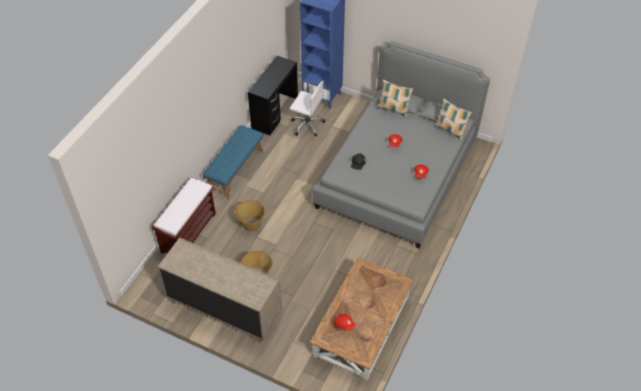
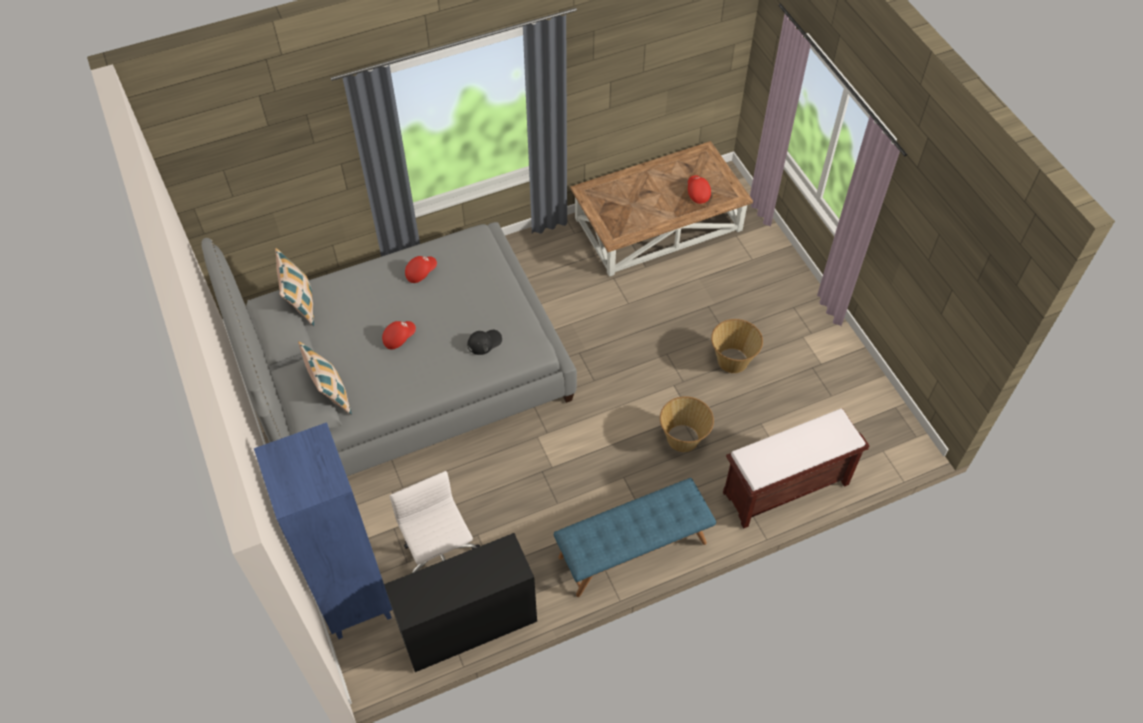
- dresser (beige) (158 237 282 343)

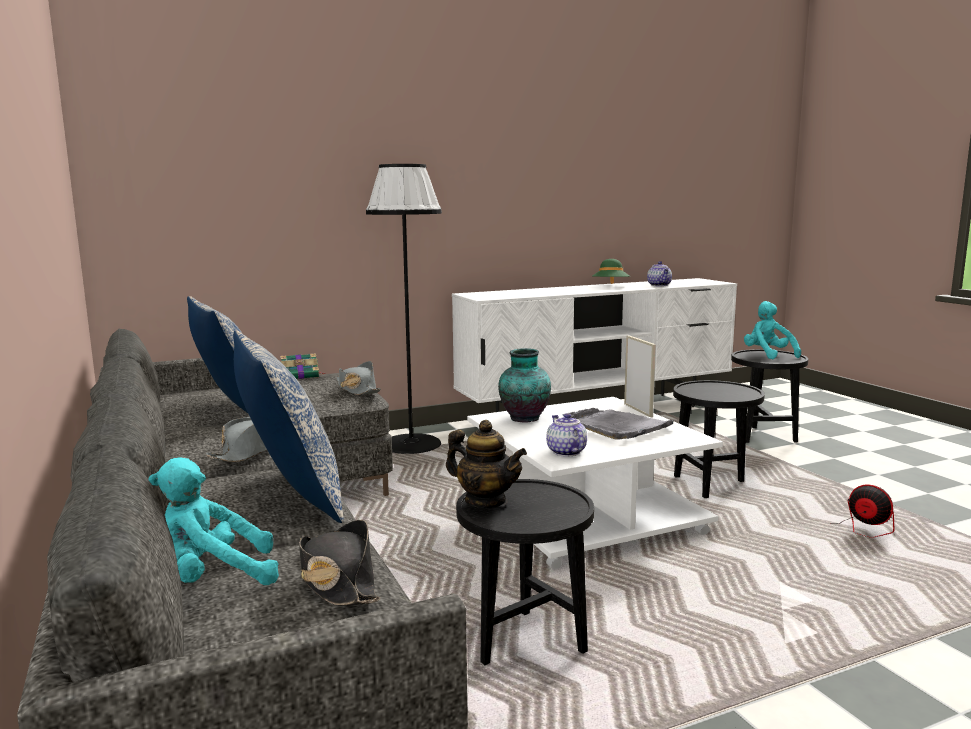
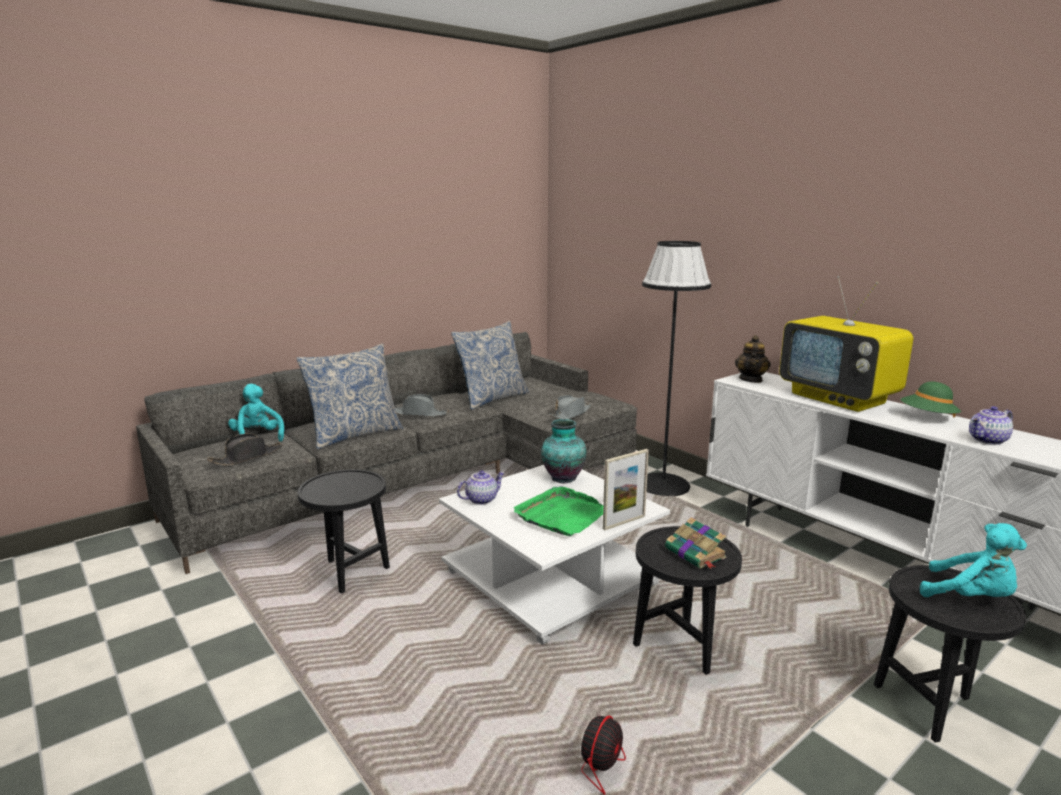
~ serving tray (grey) (562 408 675 440) to serving tray (green-coloured) (514 486 603 536)
~ book (280 353 324 379) to (665 517 727 569)
~ pot for tea (446 420 527 508) to (735 335 771 383)
+ TV set (779 276 913 412)
~ soft toy (blue-green) (744 301 801 359) = (920 523 1027 597) 75 degrees clockwise

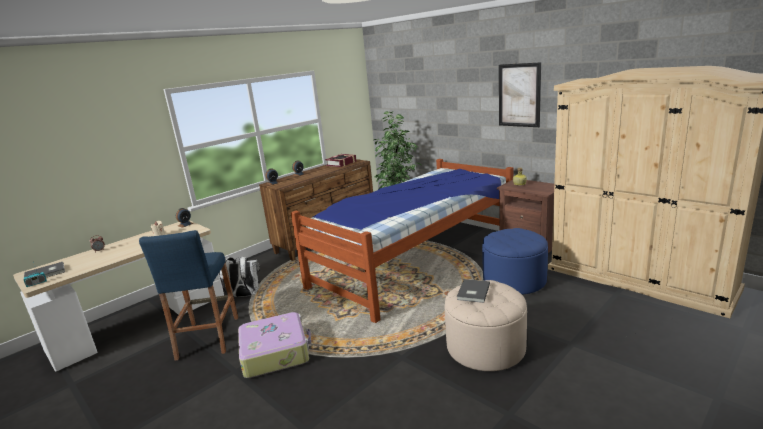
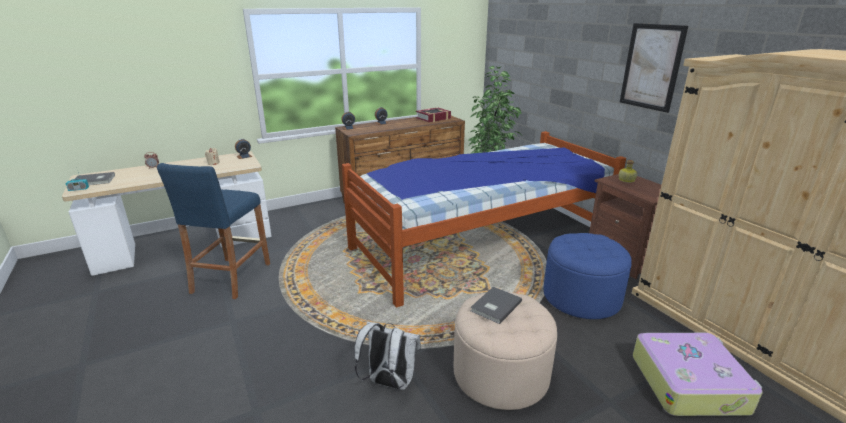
~ backpack (white-coloured) (220 257 260 297) to (354 321 421 390)
~ piece of luggage (238 312 311 378) to (633 333 762 416)

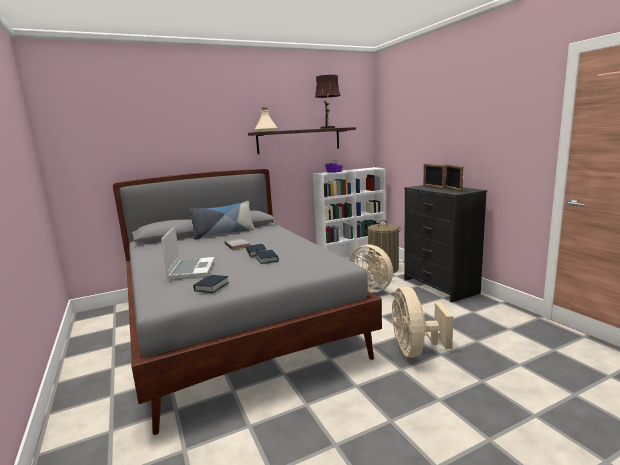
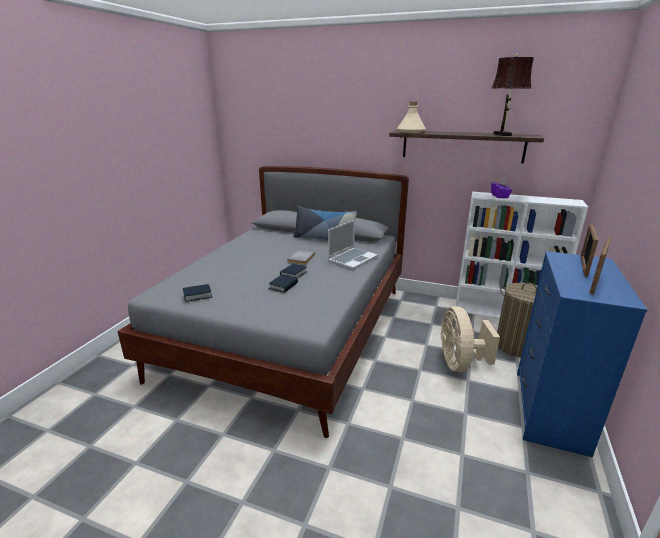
~ laptop (161 226 214 279) to (328 220 378 269)
~ dresser (blackish) (404 185 487 302) to dresser (blue) (517 251 647 457)
- cooling fan (beige) (392 287 453 358)

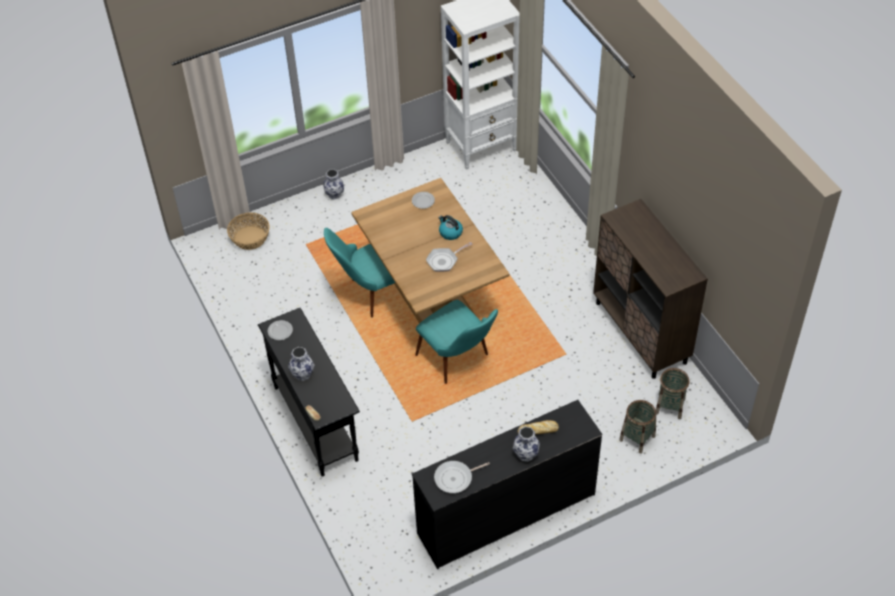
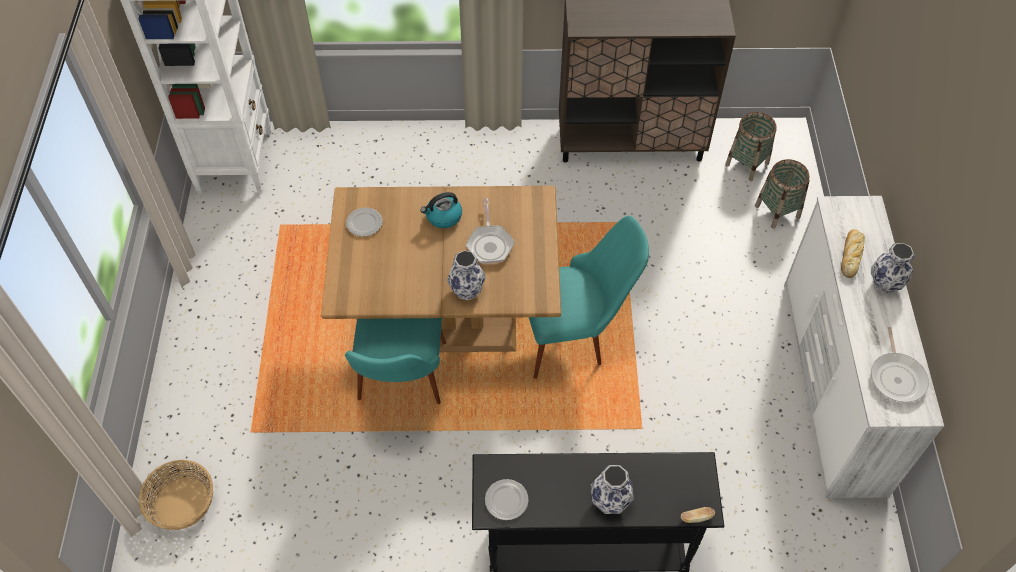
~ decorative vase (323 169 344 200) to (447 250 486 301)
~ dresser (blackish) (412 400 602 569) to dresser (white-coloured) (784 196 944 498)

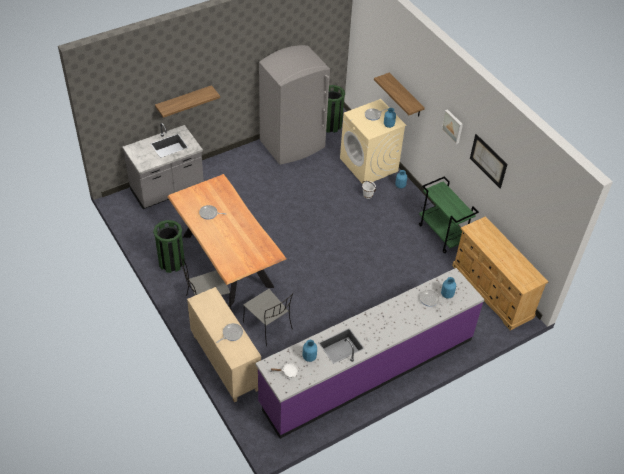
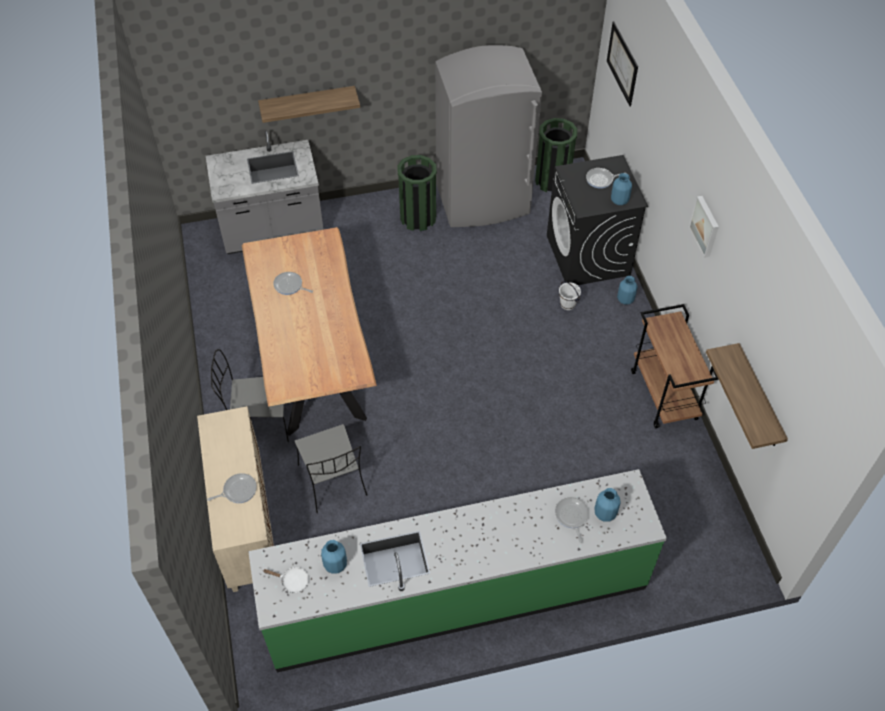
~ kitchen base unit (purple-coloured) (256 268 484 439) to kitchen base unit (green-coloured) (248 469 667 673)
~ waste bin (green-coloured) (153 220 185 273) to (397 155 437 231)
~ laundry machine (beige) (340 99 406 183) to laundry machine (blackish) (547 155 648 285)
~ wall picture (470 134 507 189) to (607 21 638 106)
~ trolley (green-coloured) (419 176 479 253) to trolley (brownish) (631 304 719 428)
~ shelf (374 73 425 117) to (706 343 788 449)
- dresser (beige) (452 216 548 331)

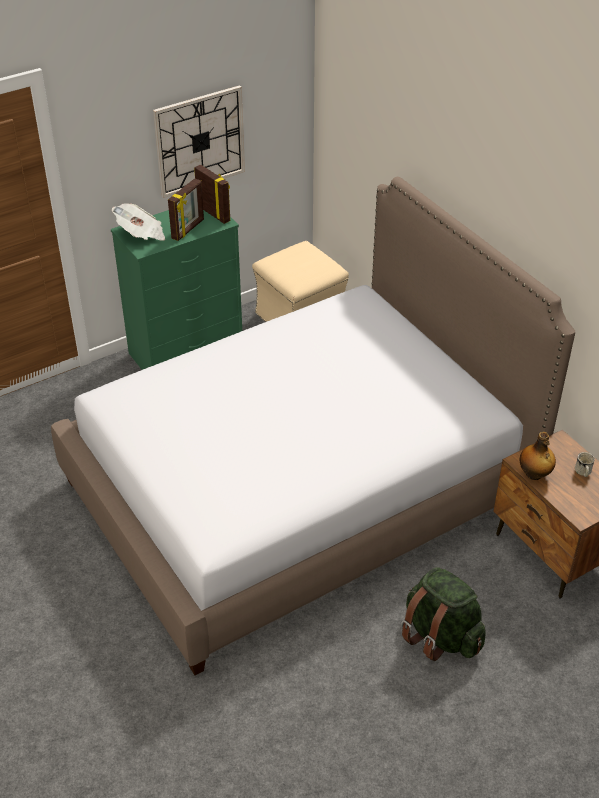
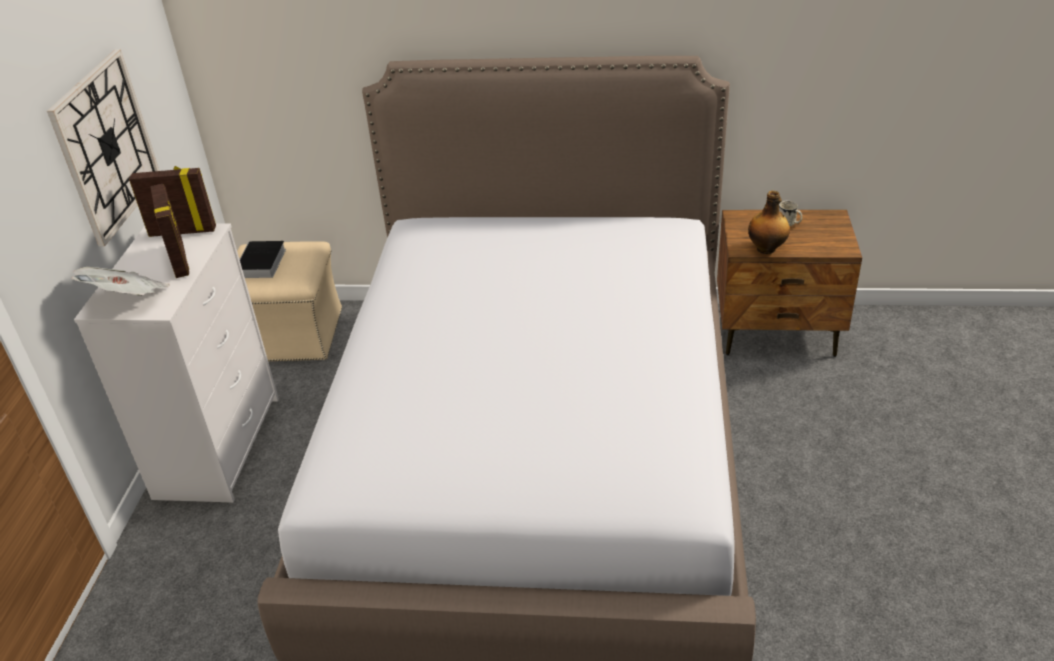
~ dresser (green-coloured) (111 210 242 370) to dresser (white-coloured) (74 224 279 503)
+ book (240 241 286 278)
- backpack (green-coloured) (401 567 486 661)

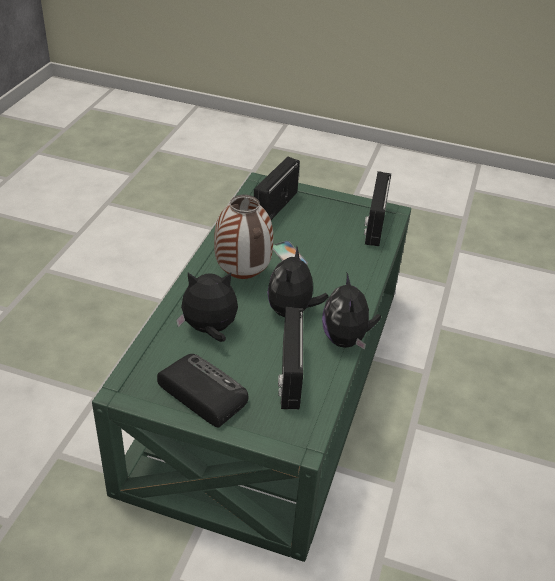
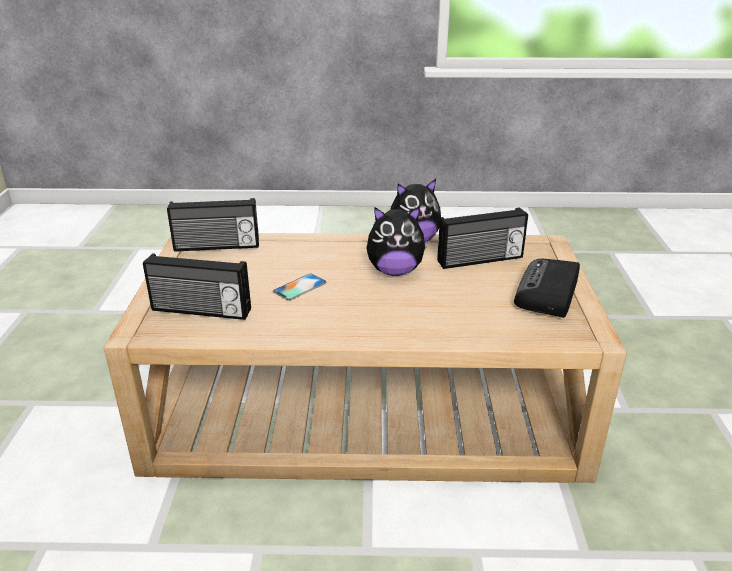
~ coffee table (green-coloured) (92 172 411 562) to coffee table (beige) (104 233 627 483)
- soft toy (176 272 238 342)
- decorative vase (214 195 273 279)

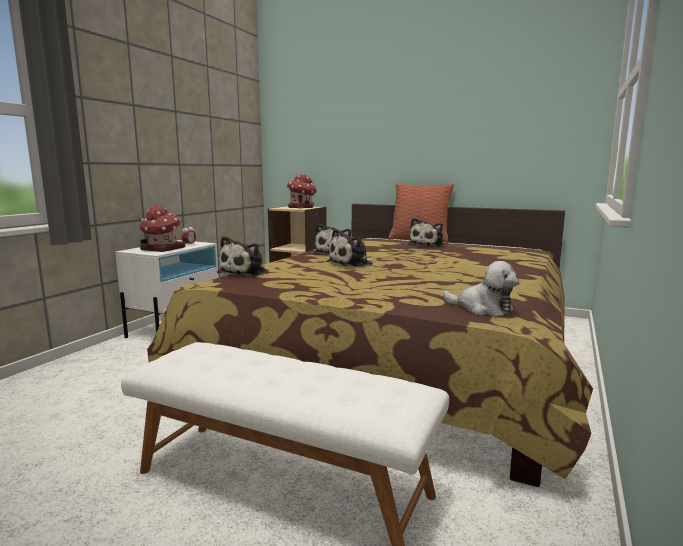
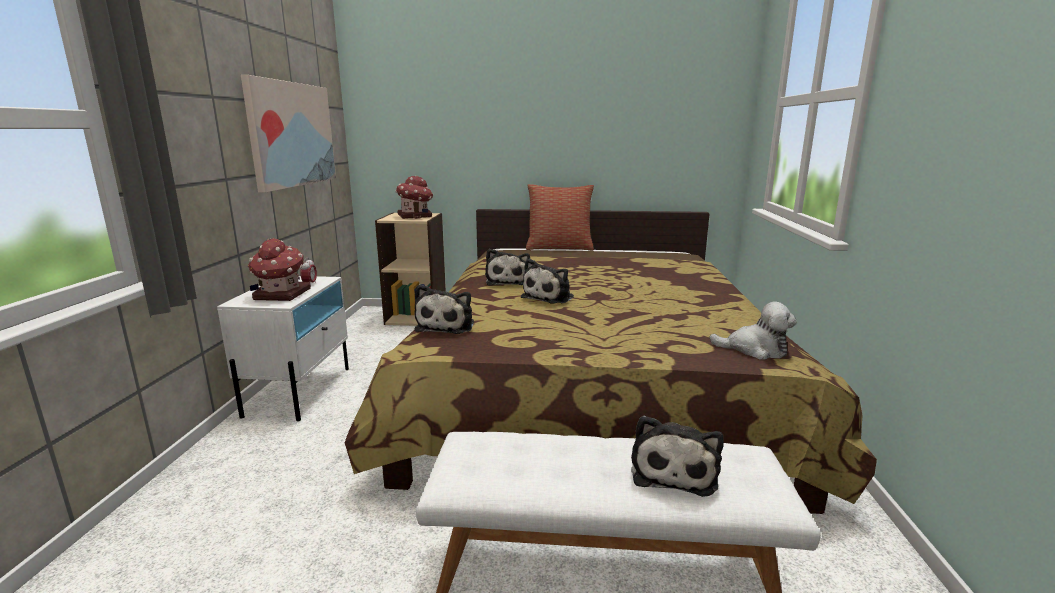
+ wall picture (241 75 336 193)
~ soft toy (408 218 445 247) to (631 415 724 497)

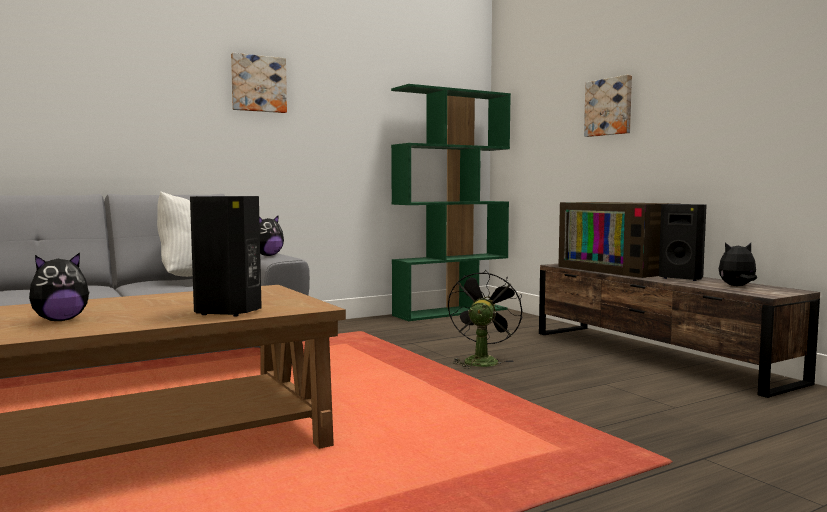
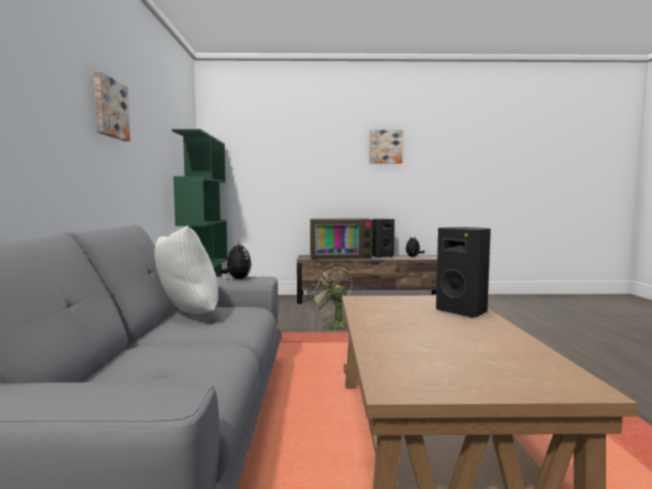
~ cooling fan (blackish) (448 269 522 369) to cooling fan (green-coloured) (310 265 352 330)
~ wall picture (584 75 632 137) to (370 130 403 164)
- soft toy (29 253 90 321)

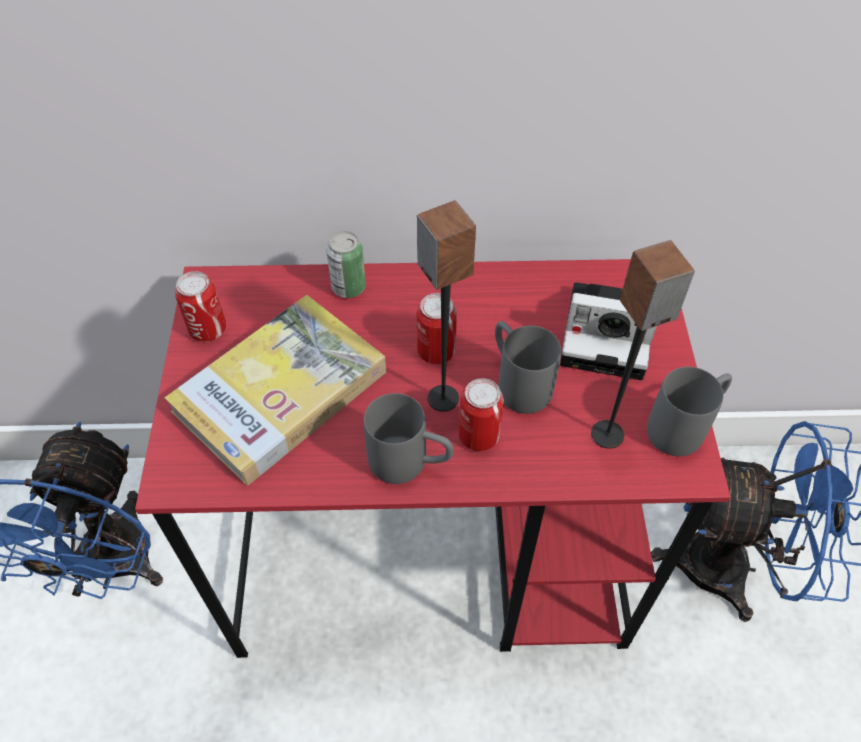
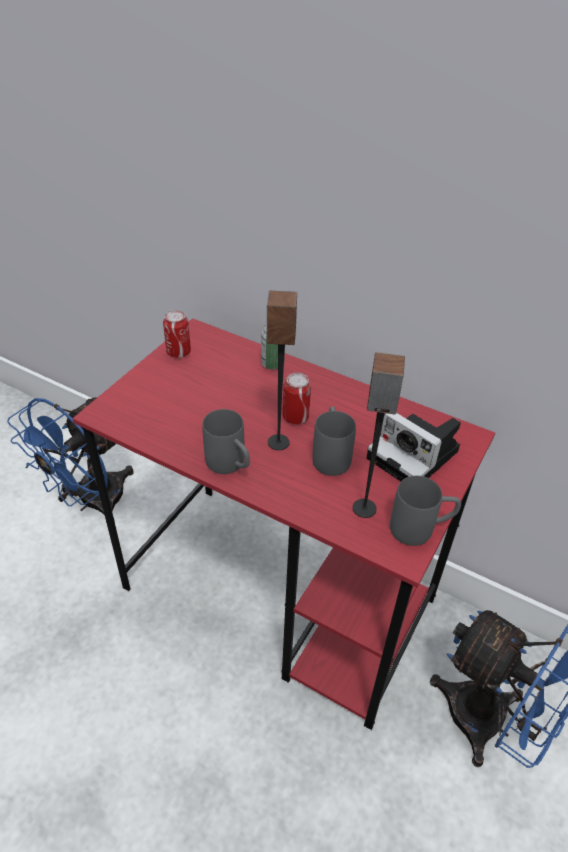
- book (164 295 386 486)
- can (458 378 504 451)

